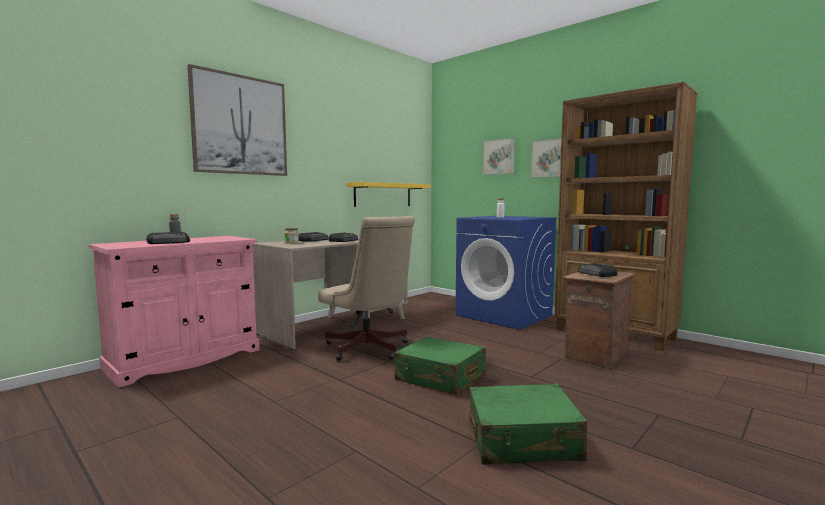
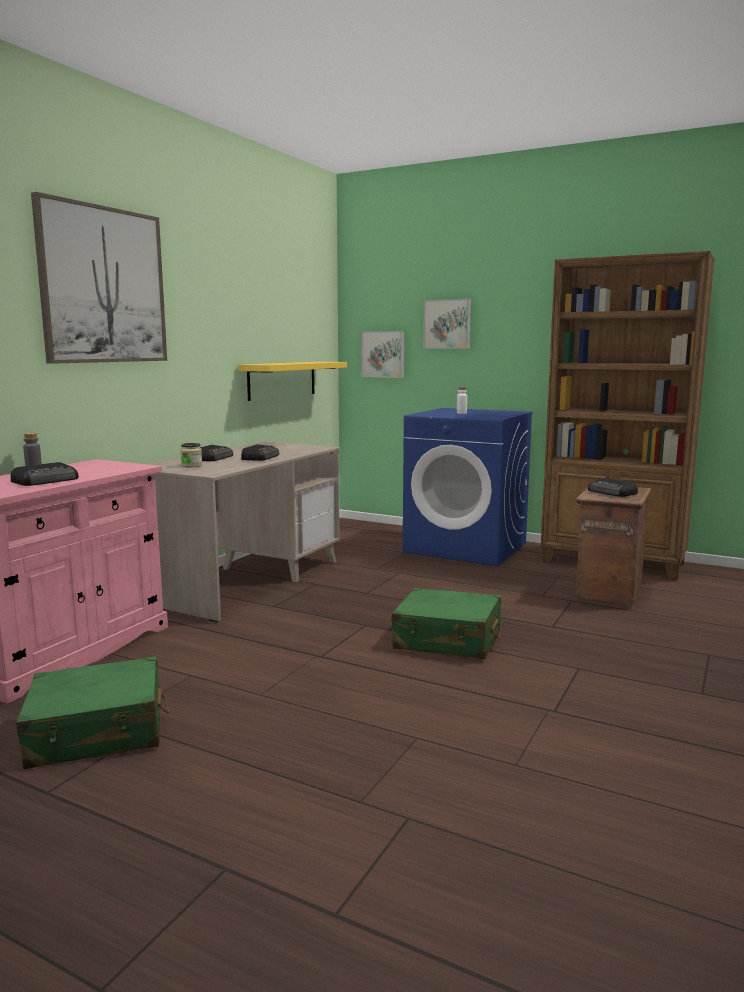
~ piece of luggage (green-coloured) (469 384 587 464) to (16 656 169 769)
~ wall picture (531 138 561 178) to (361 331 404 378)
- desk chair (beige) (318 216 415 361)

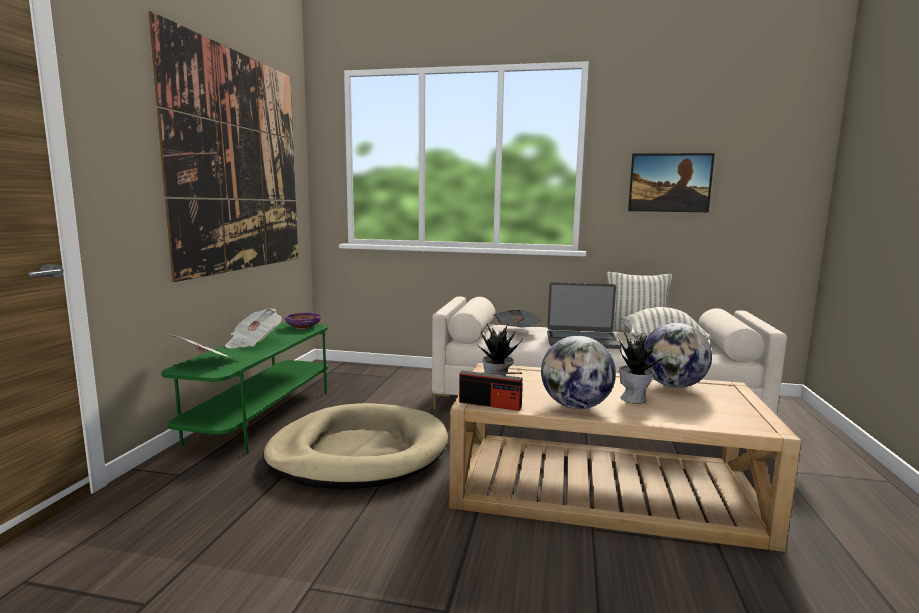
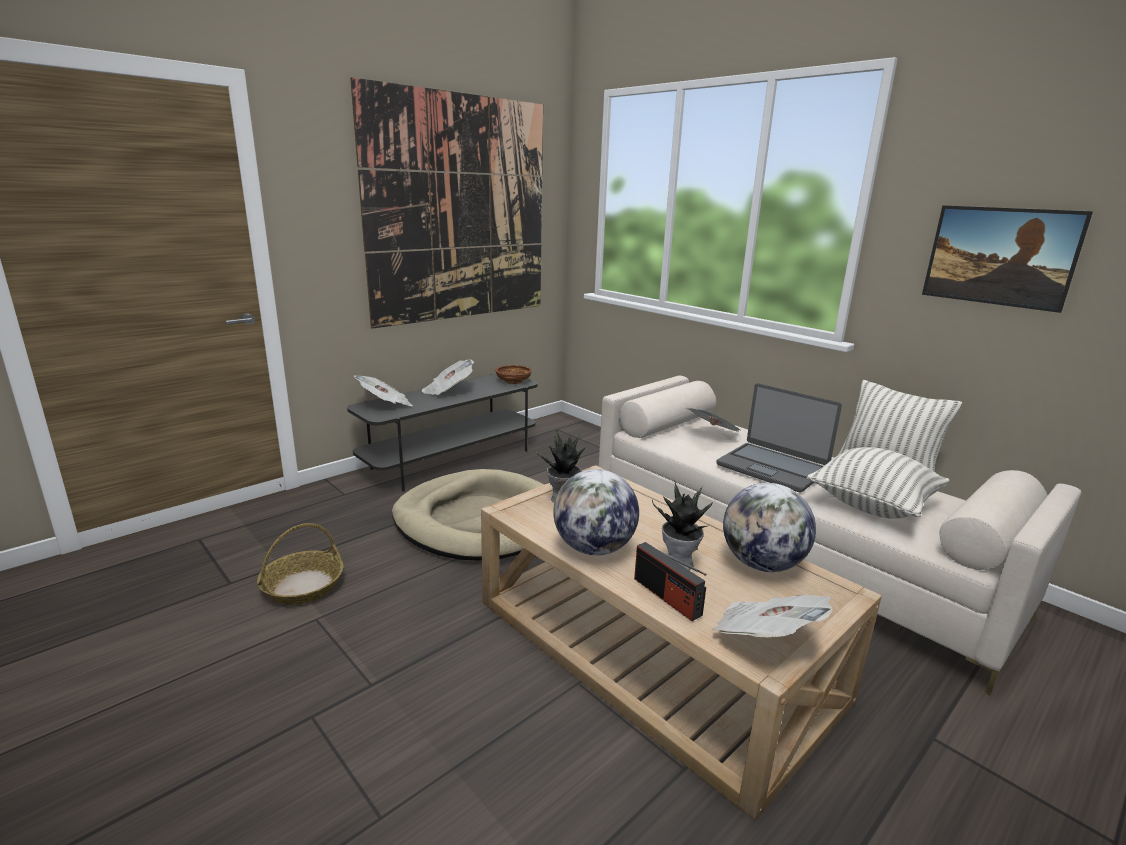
+ household basket (257 523 343 605)
~ media console (green-coloured) (161 323 328 454) to media console (grey) (347 374 538 492)
~ bowl (purple-coloured) (284 312 322 329) to bowl (brownish) (495 365 532 384)
~ radio receiver (459 371 523 411) to (634 542 707 621)
+ newspaper (712 595 833 638)

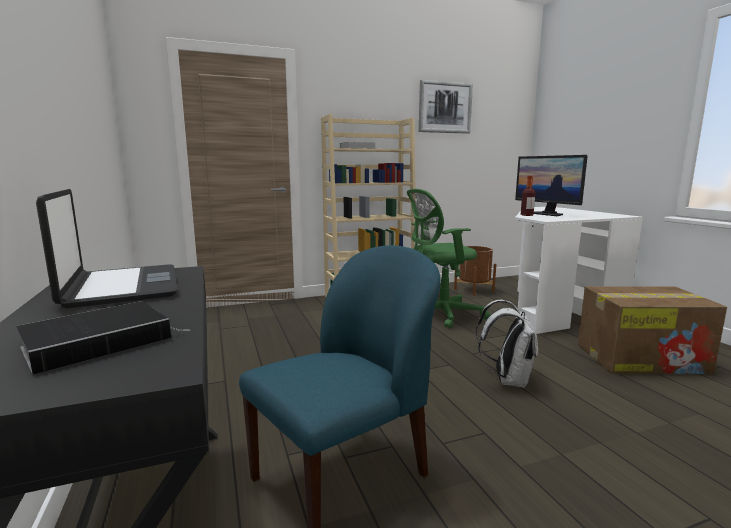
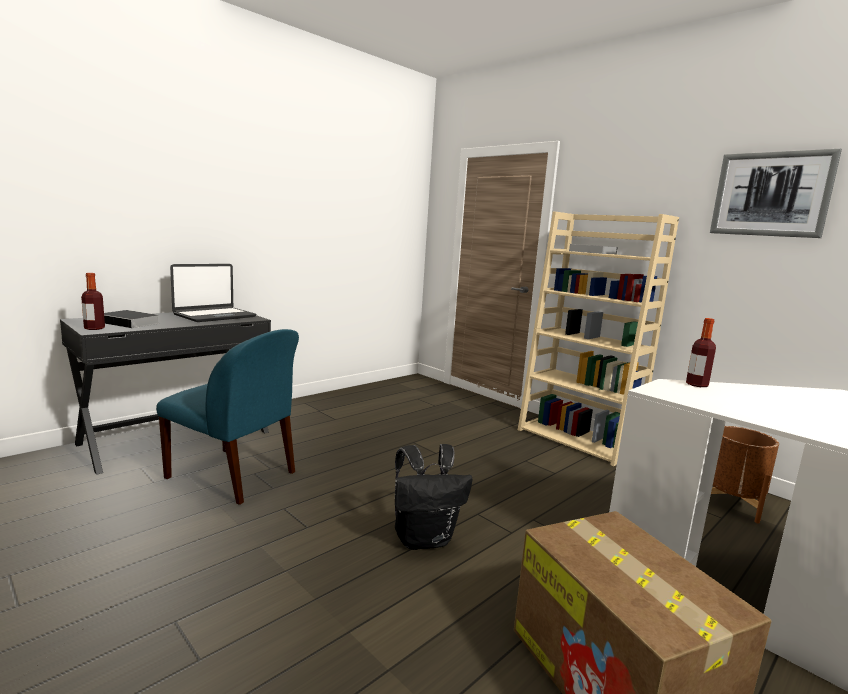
+ drink bottle (81 273 105 330)
~ backpack (white-coloured) (476 300 538 388) to backpack (blackish) (395 444 473 550)
- desk chair (green-coloured) (407 189 490 328)
- monitor (515 155 588 216)

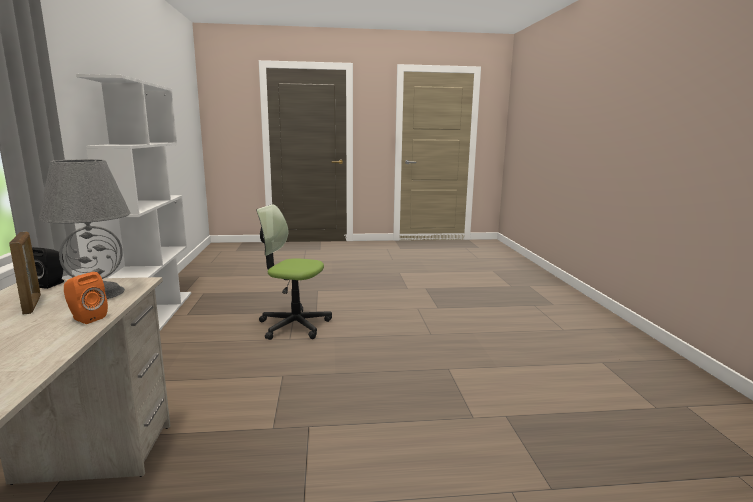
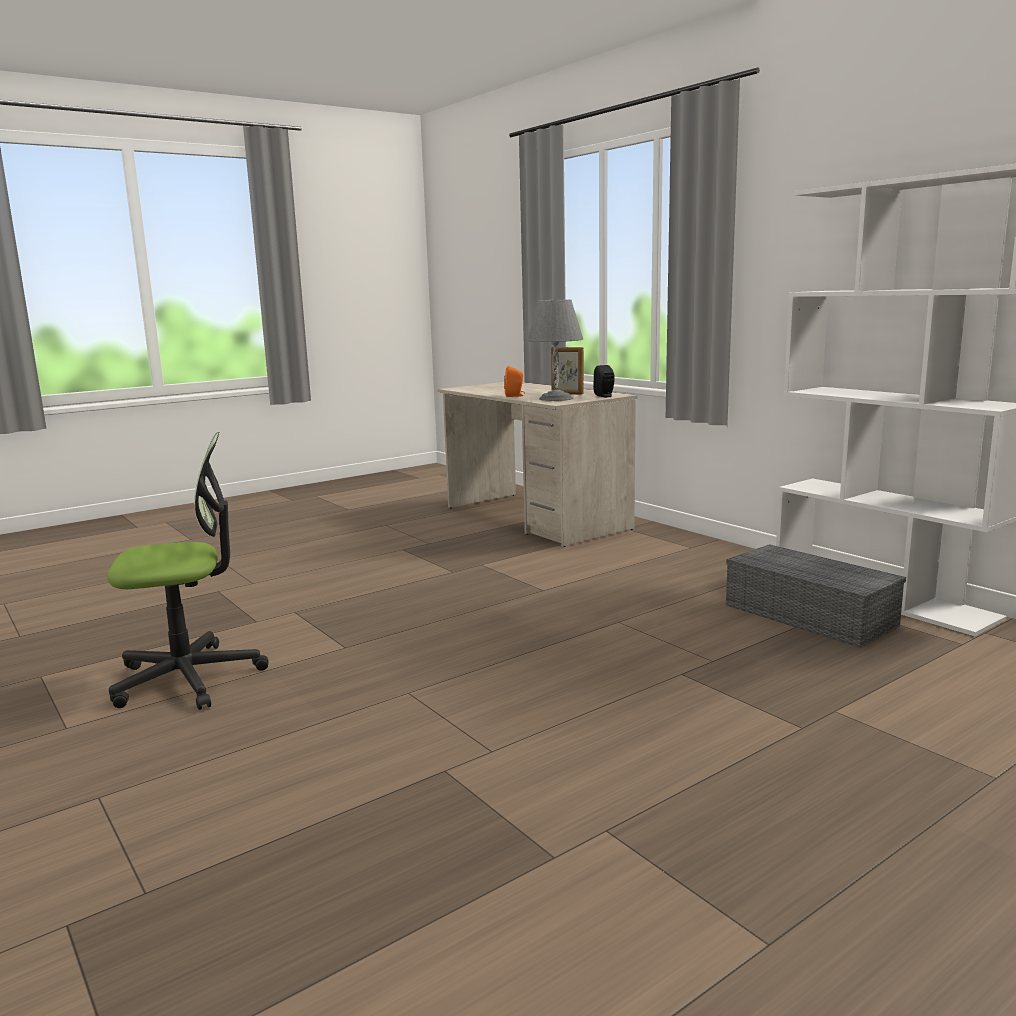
~ desk chair (256 204 332 340) to (107 432 268 710)
+ storage box (grey) (726 544 906 648)

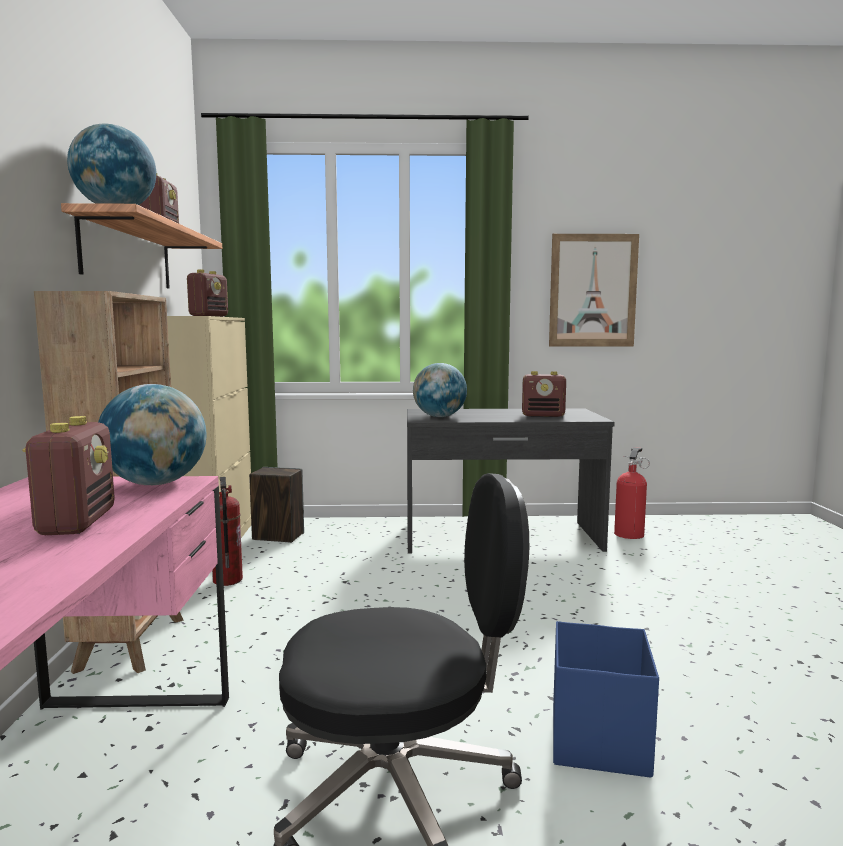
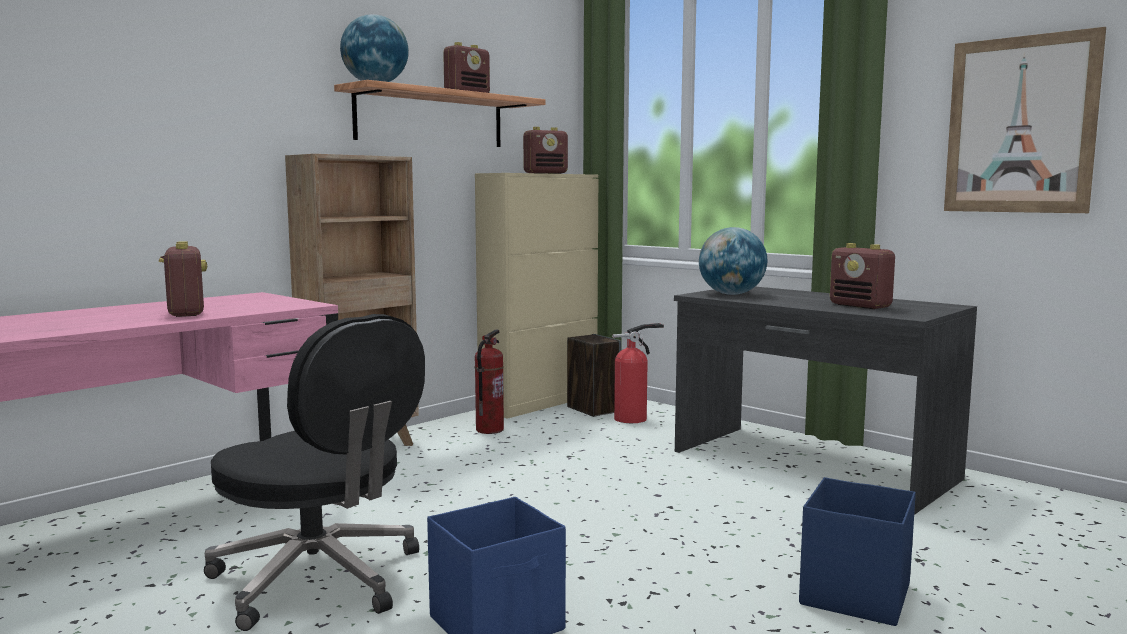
~ radio receiver (22 416 115 535) = (159 241 207 317) 60 degrees counterclockwise
~ fire-fighting cylinder (614 447 650 539) to (612 323 664 423)
+ storage box (blue) (799 477 916 626)
- globe (98 384 207 485)

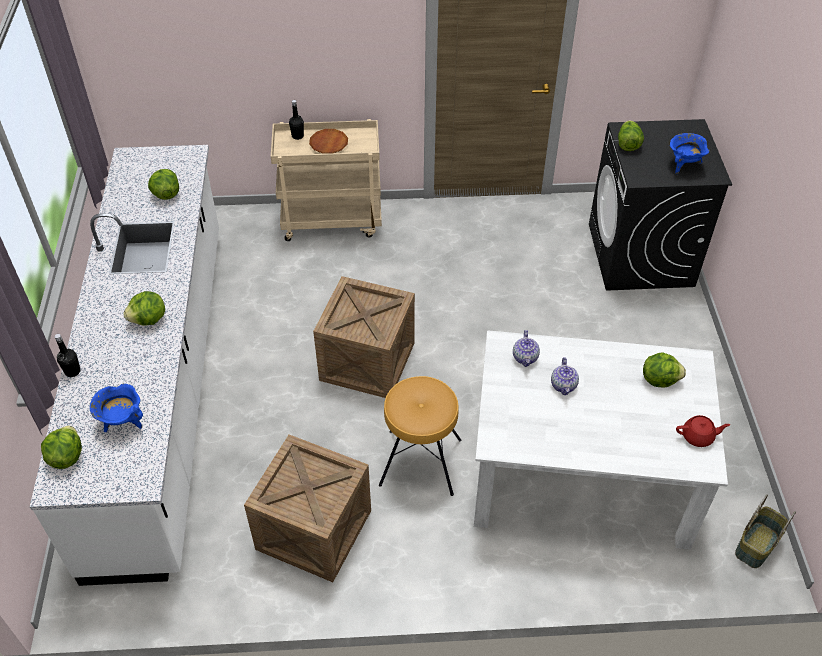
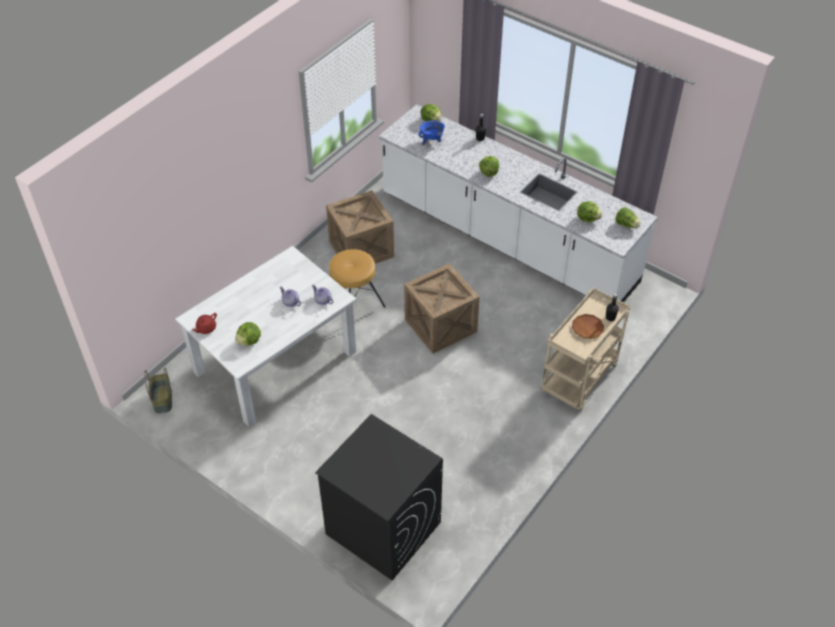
~ lettuce (618 120 644 151) to (616 207 640 229)
- stockpot (blue) (670 133 710 174)

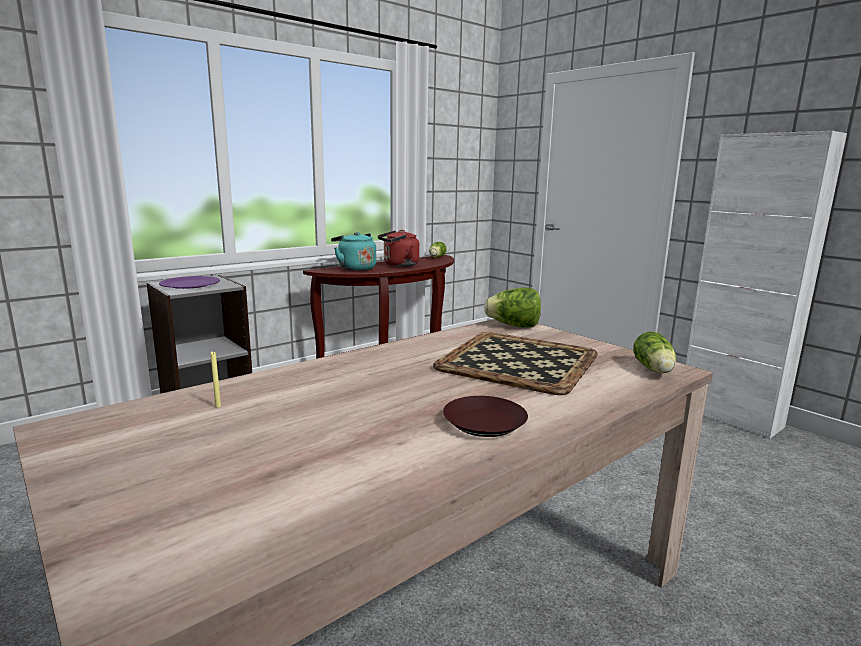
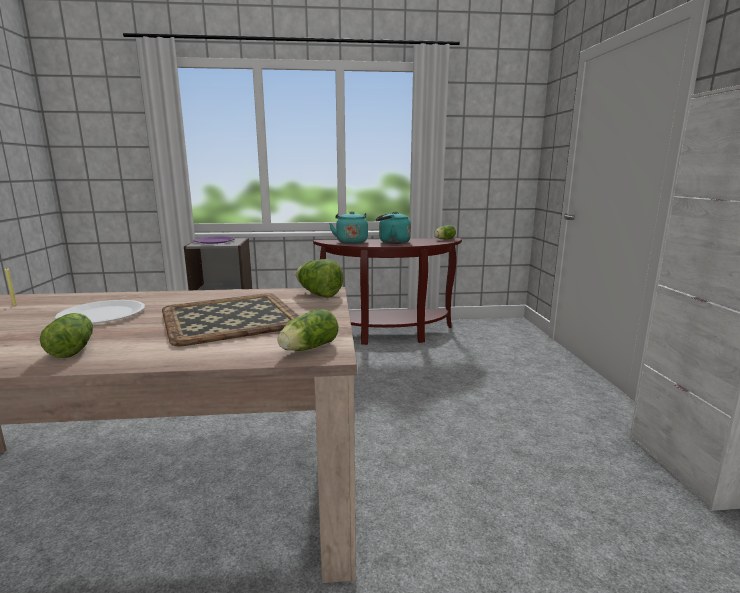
~ flat dish (brownish) (443 396 528 437) to lettuce (40 313 93 358)
+ flat dish (white-coloured) (55 300 145 324)
~ water kettle (reddish) (378 230 420 267) to water kettle (blue-green) (376 211 411 244)

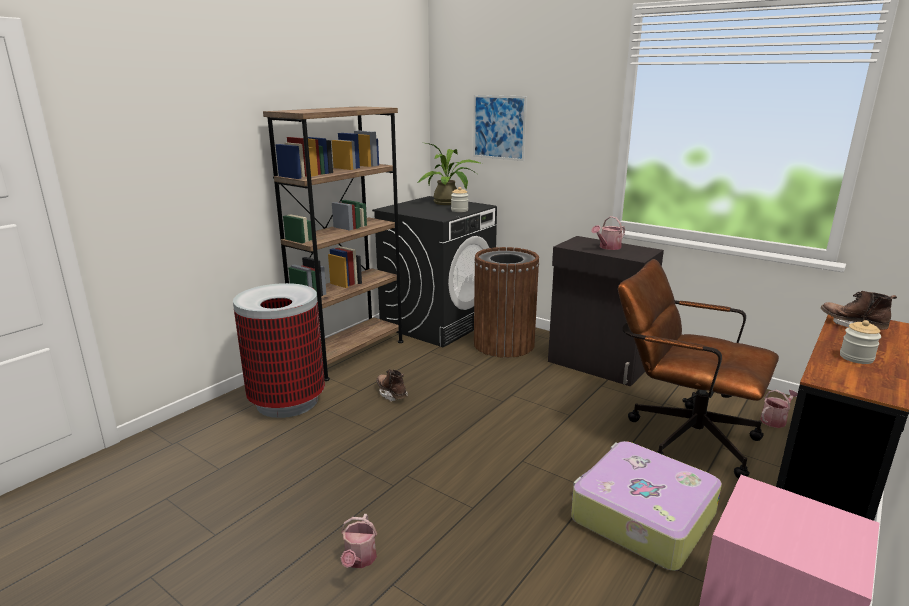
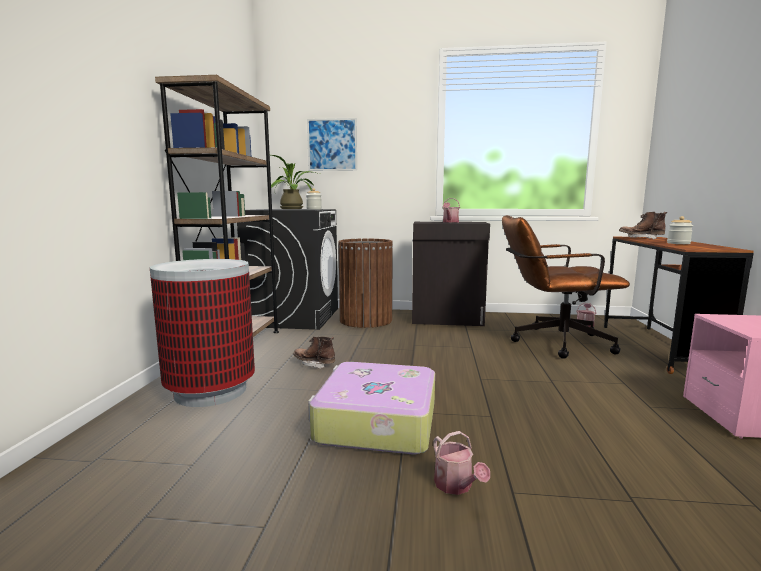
~ piece of luggage (571 441 722 571) to (309 362 435 454)

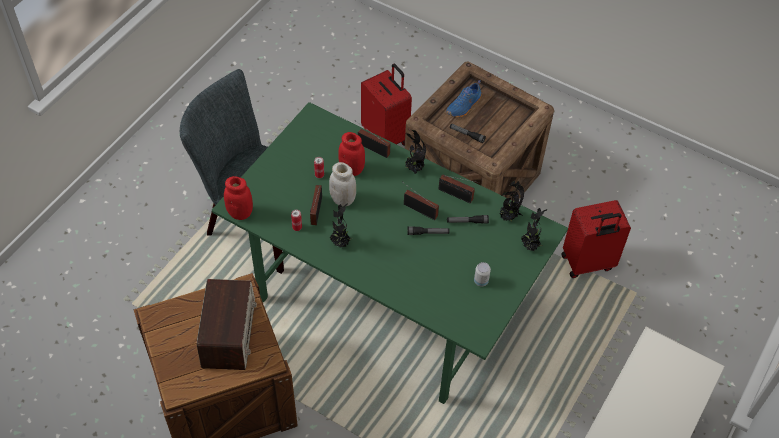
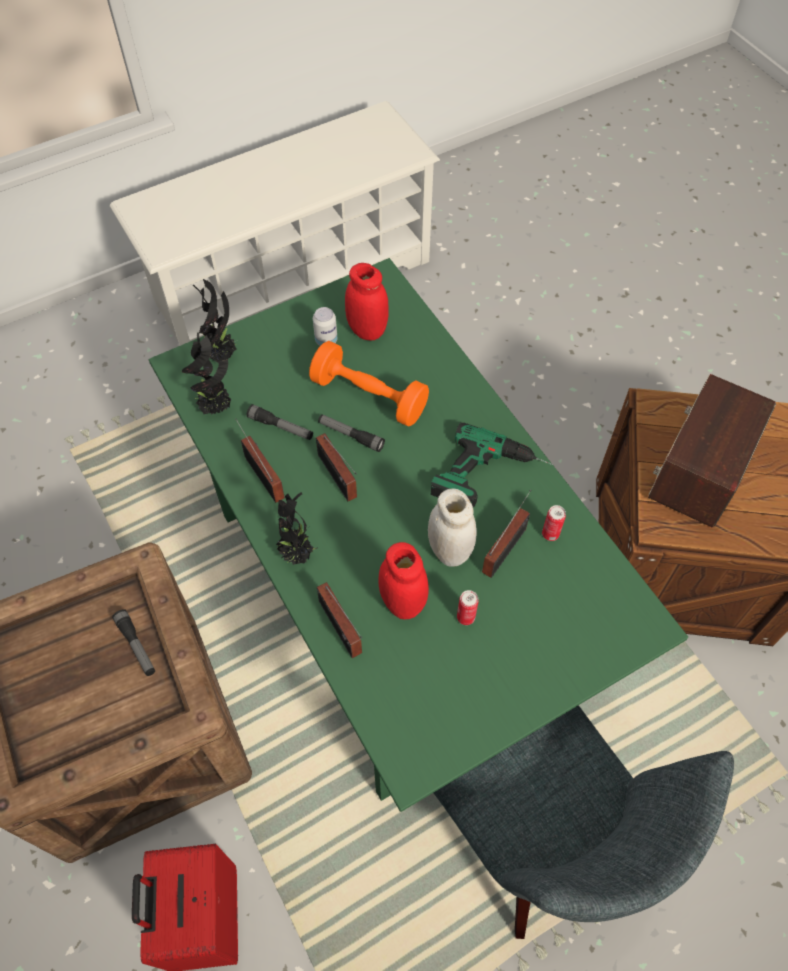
+ hand weight (orange) (309 341 429 426)
~ preserve jar (reddish) (224 176 253 220) to (345 263 389 341)
~ plant in a pot (329 203 353 248) to power drill (431 423 554 507)
- item of footwear (blue) (446 80 481 117)
- piece of luggage (reddish) (561 200 631 278)

